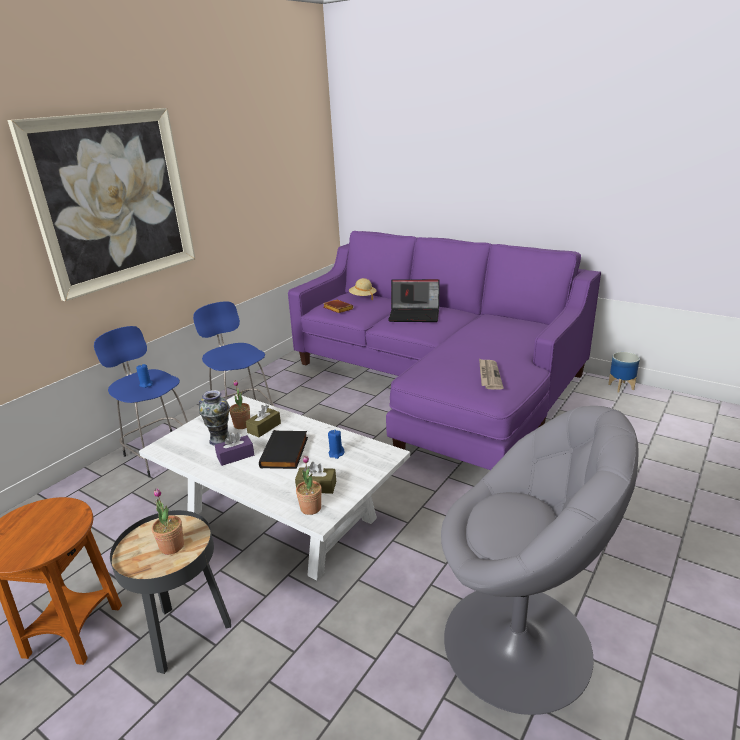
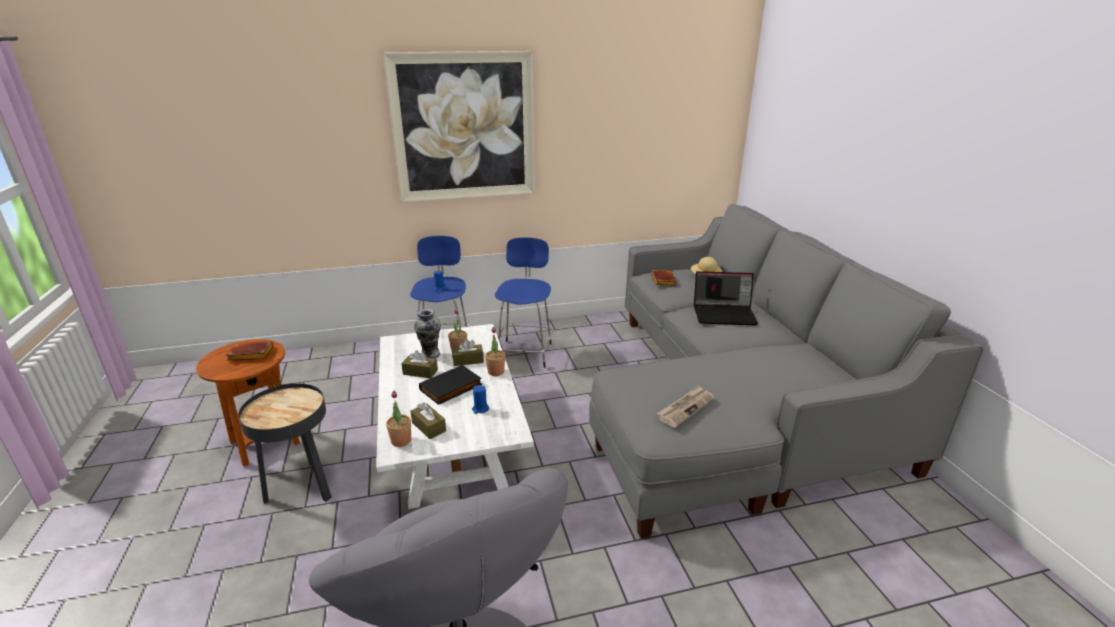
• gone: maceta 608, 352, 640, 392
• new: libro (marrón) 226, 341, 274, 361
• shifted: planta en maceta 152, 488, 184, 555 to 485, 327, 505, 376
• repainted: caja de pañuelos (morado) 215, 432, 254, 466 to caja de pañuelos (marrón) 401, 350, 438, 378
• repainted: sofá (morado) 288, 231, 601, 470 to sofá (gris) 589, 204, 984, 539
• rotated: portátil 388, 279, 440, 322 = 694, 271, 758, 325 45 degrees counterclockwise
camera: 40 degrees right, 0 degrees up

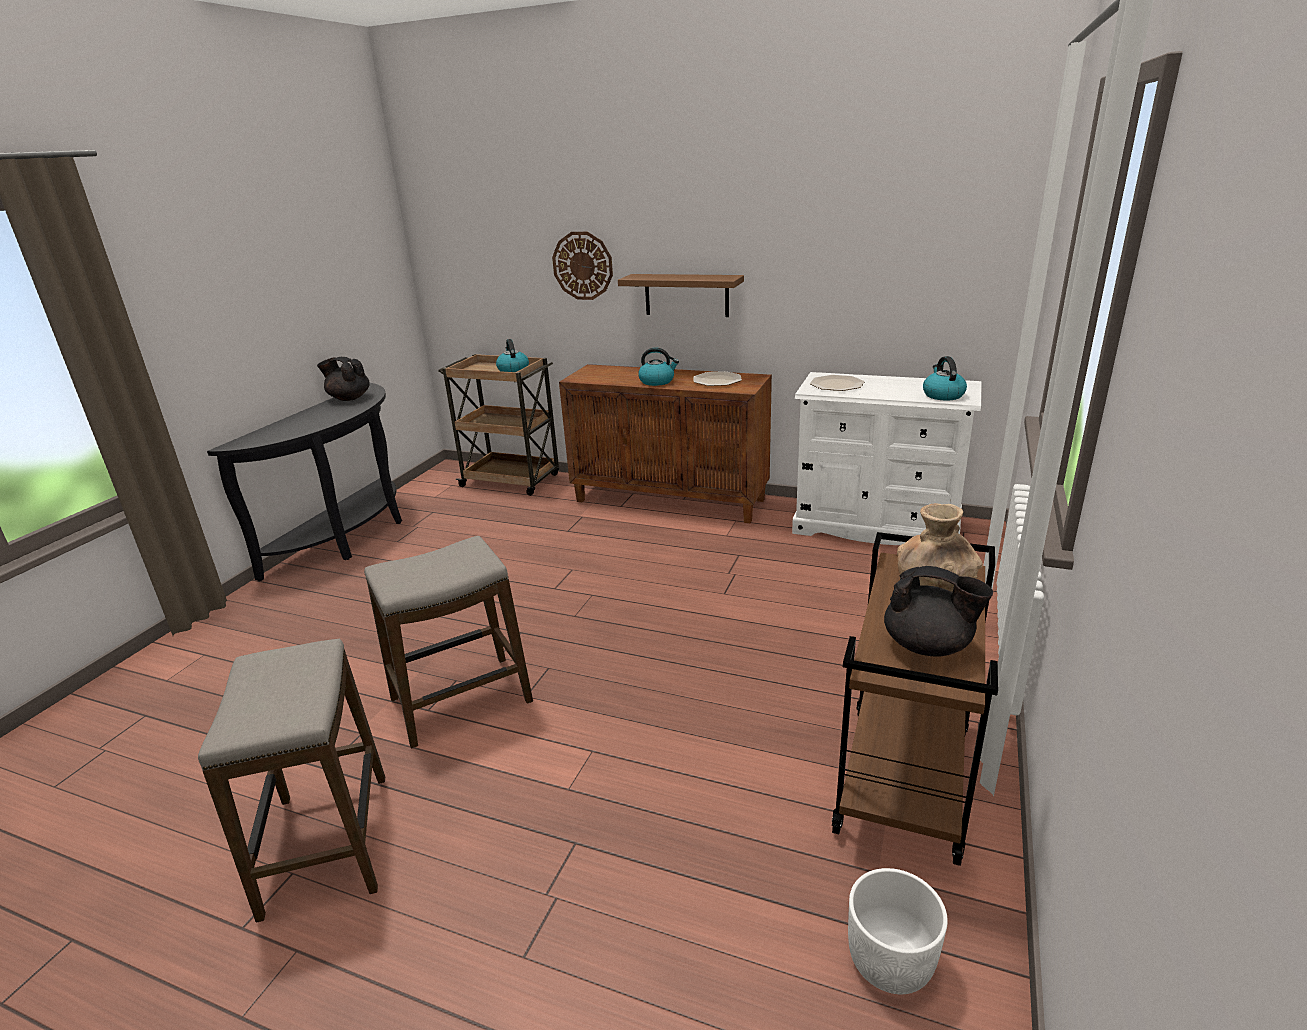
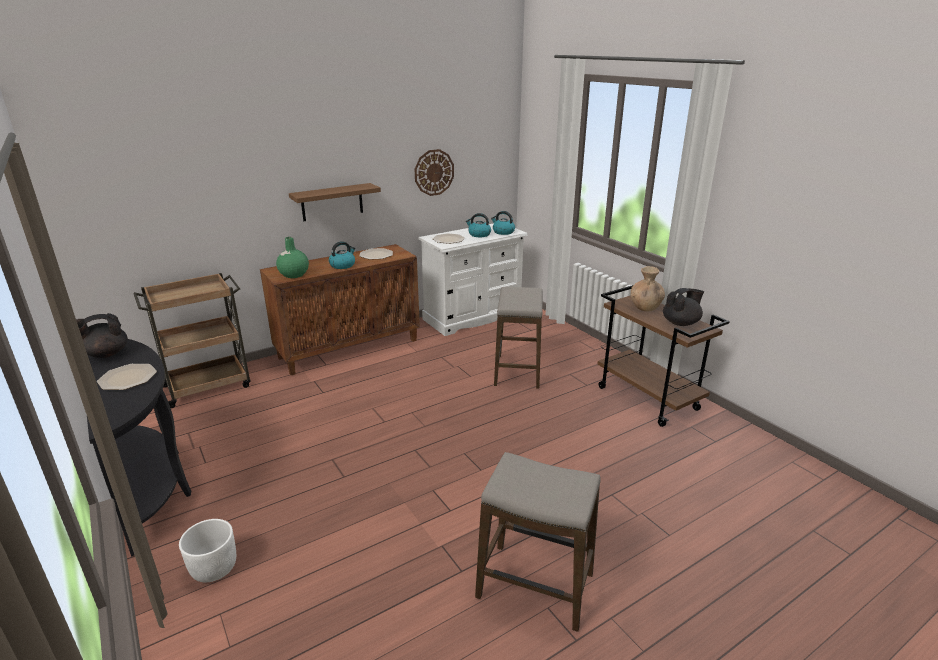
• new: plato 97, 364, 157, 390
• new: florero (verde) 276, 237, 309, 278
• shifted: taburete 364, 536, 533, 748 to 494, 287, 543, 389
• shifted: hervidor 496, 339, 529, 372 to 466, 213, 491, 237
• shifted: reloj de pared 552, 232, 613, 300 to 415, 149, 454, 196
• shifted: maceta (blanco) 848, 868, 948, 994 to 179, 519, 236, 582
camera: 55 degrees left, 0 degrees up

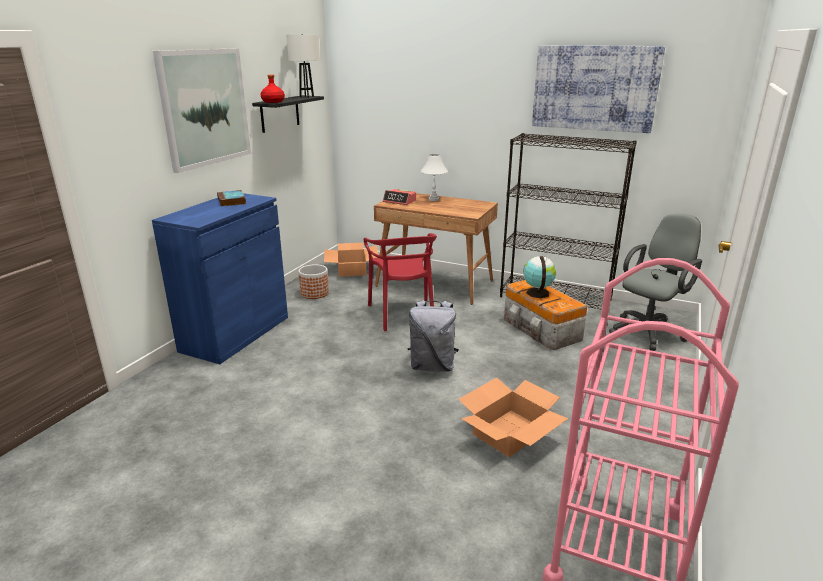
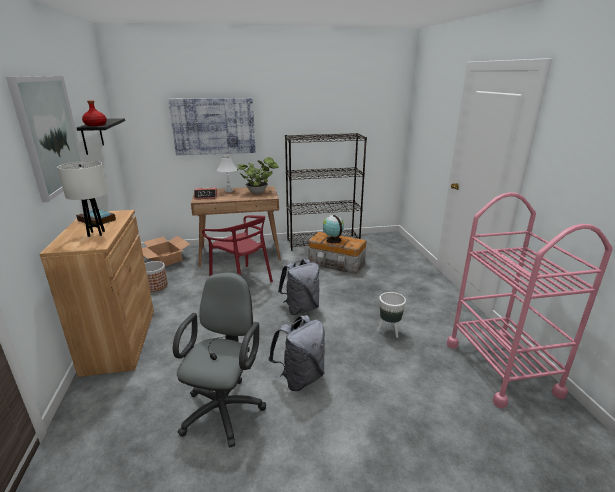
• new: planta en maceta 237, 157, 279, 194
• new: mochila (gris) 269, 315, 325, 391
• shifted: lámpara de mesa (blanco) 286, 34, 320, 98 to 57, 161, 108, 237
• shifted: cuadro 532, 45, 665, 133 to 168, 98, 256, 155
• shifted: silla de oficina (gris) 609, 214, 702, 351 to 173, 272, 266, 448
• swapped: caja de cartón 458, 377, 568, 457 to maceta (blanco) 377, 292, 406, 338
• repainted: armario (azul) 152, 193, 288, 364 to armario (marrón) 40, 210, 154, 377
camera: 35 degrees left, 0 degrees up

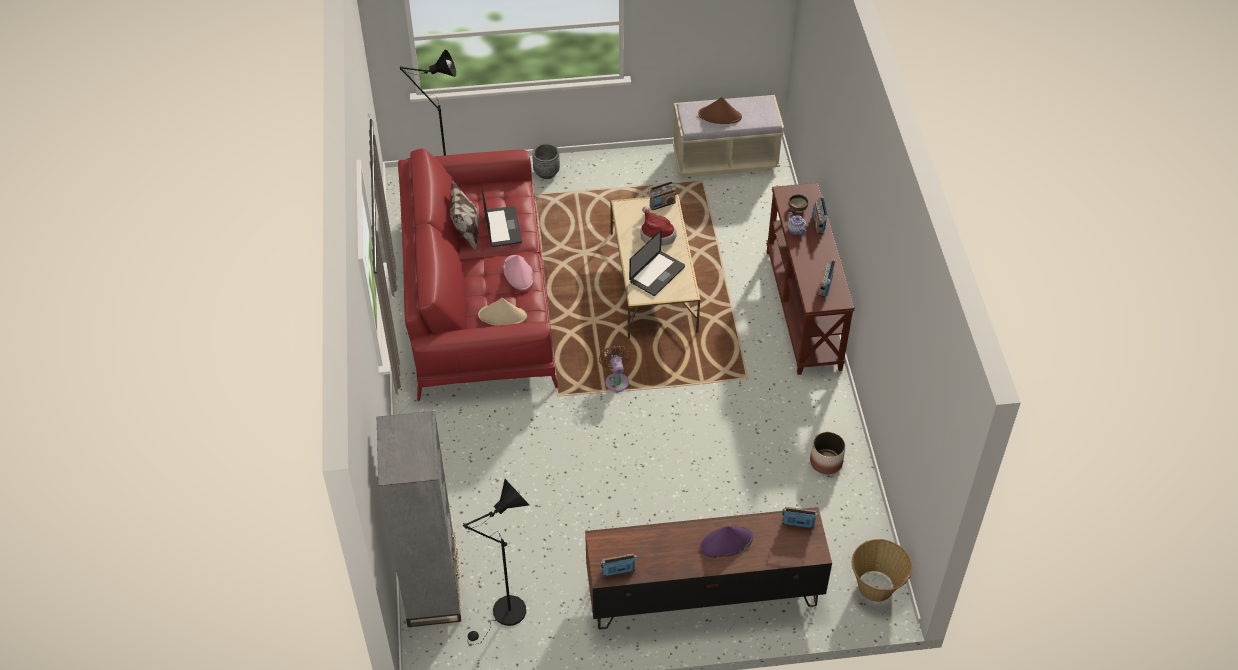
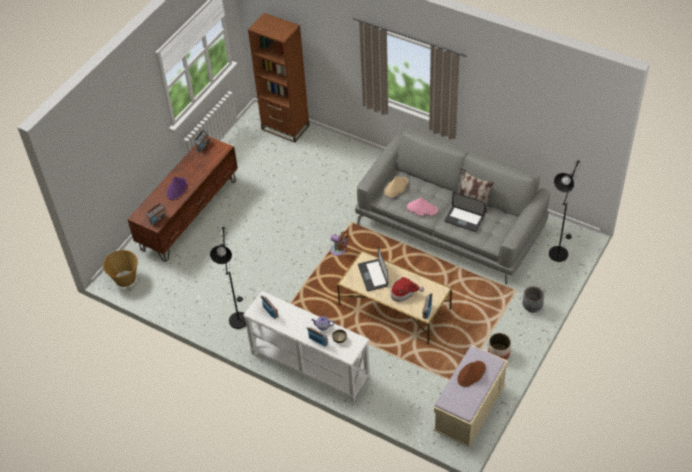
• shifted: lámpara de pie (negro) 463, 479, 529, 645 to 210, 227, 246, 329
• shifted: maceta 810, 431, 846, 474 to 488, 333, 511, 360
• repainted: estantería (gris) 377, 411, 461, 627 to estantería (marrón) 248, 13, 310, 143
• repainted: sofá (rojo) 398, 148, 558, 402 to sofá (gris) 355, 128, 550, 285
• repainted: mesa consola (marrón) 766, 183, 855, 375 to mesa consola (blanco) 243, 291, 371, 402
camera: 130 degrees right, 0 degrees up

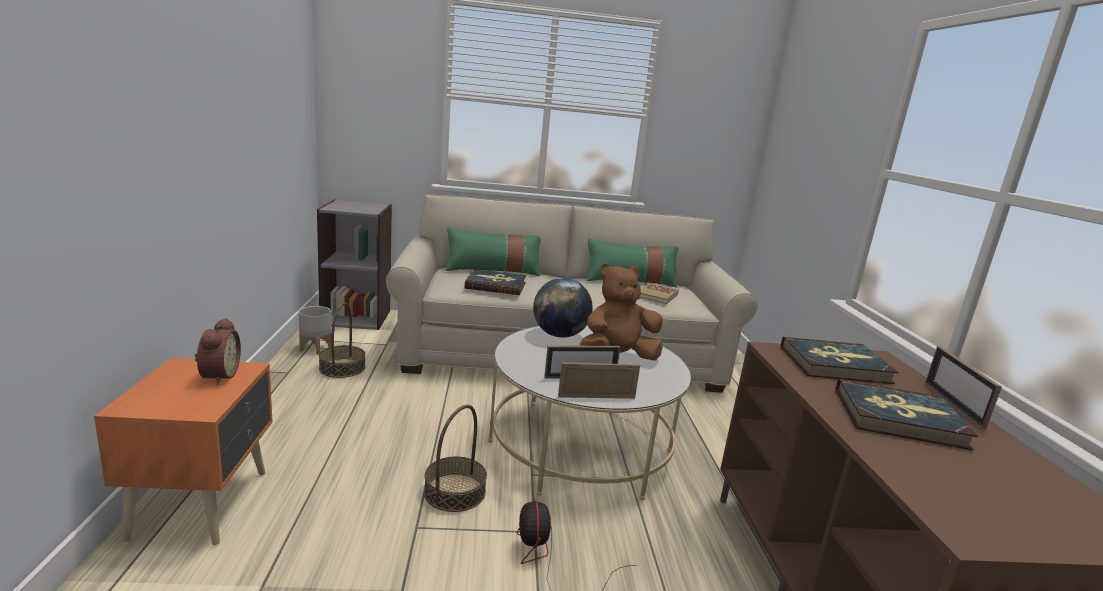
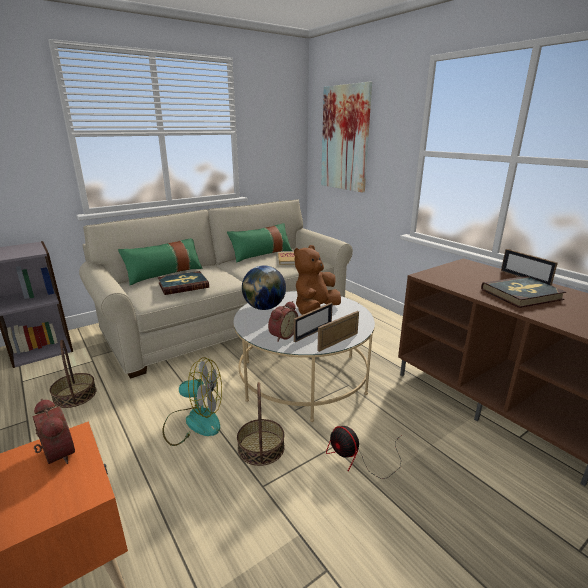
• gone: maceta (gris) 299, 306, 331, 355
• gone: libro 781, 337, 899, 384
• new: ventilador 162, 357, 222, 446
• new: despertador 268, 301, 298, 342
• new: cuadro 321, 82, 372, 193
camera: 30 degrees left, 5 degrees up

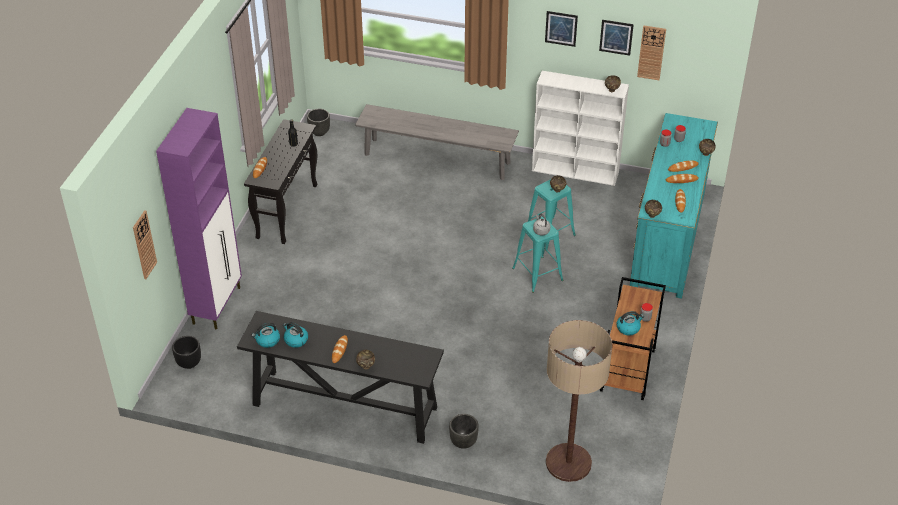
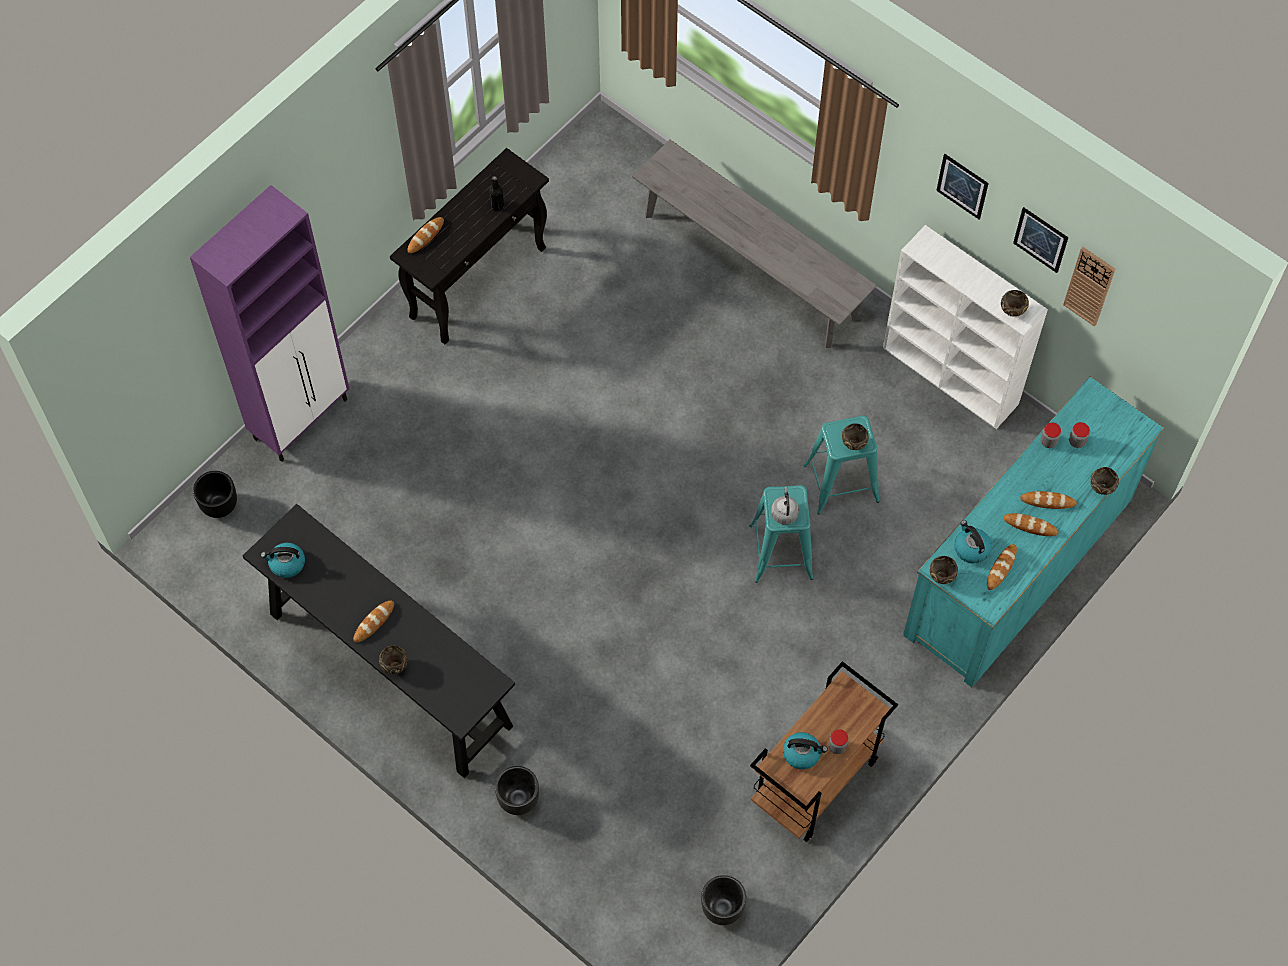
• gone: reloj de pared 133, 210, 157, 279
• gone: lámpara de pie 546, 320, 613, 482
• shifted: hervidor 283, 322, 308, 348 to 954, 520, 992, 563
• shifted: maceta (negro) 307, 109, 330, 136 to 701, 875, 746, 925
camera: 25 degrees right, 20 degrees up

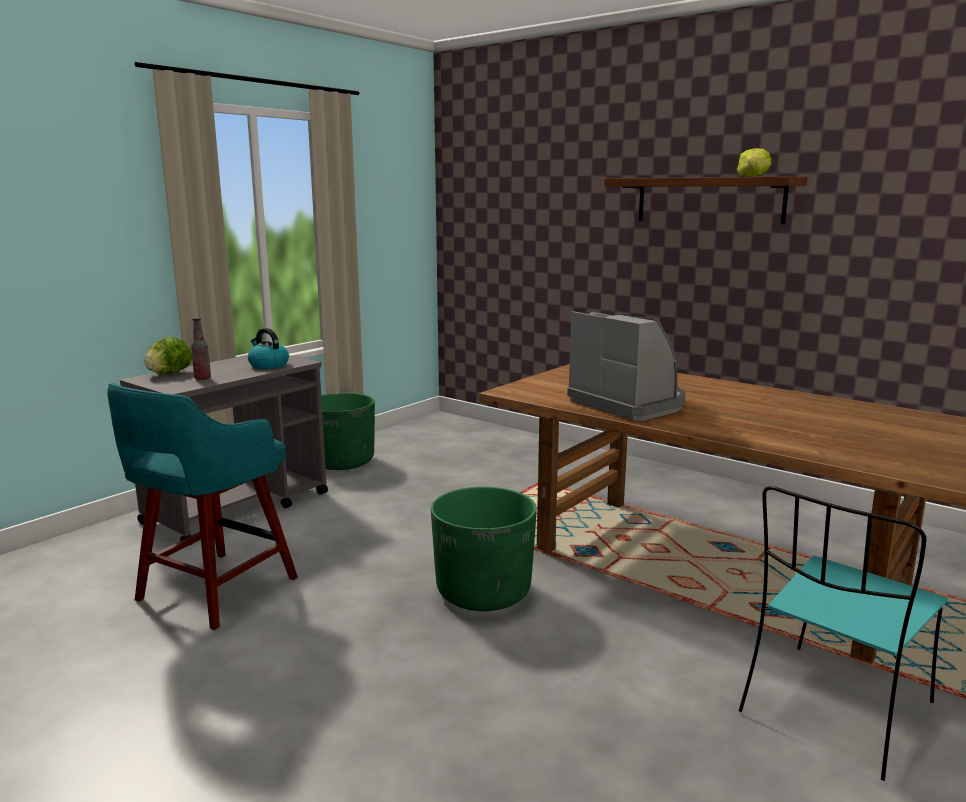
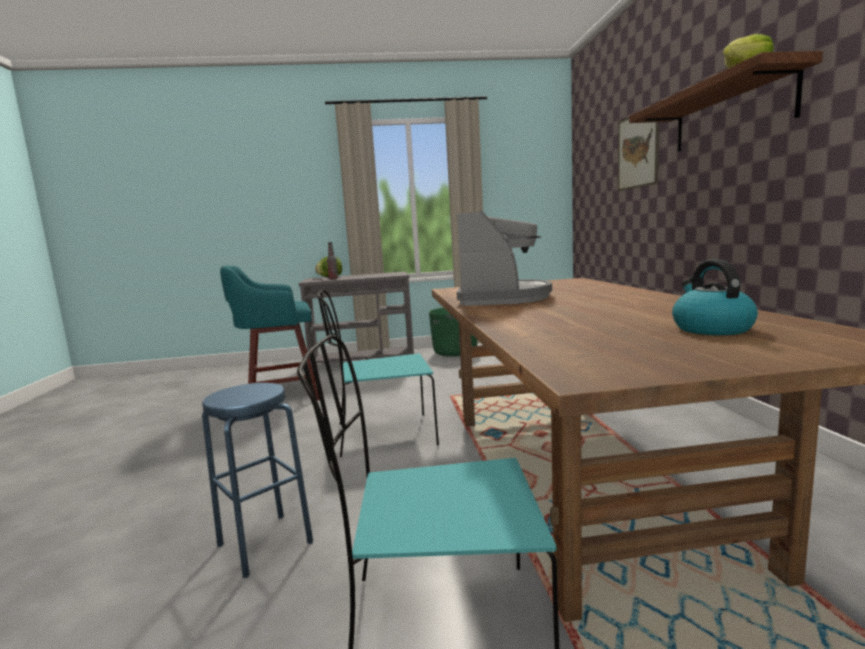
• new: taburete (azul) 202, 383, 313, 578
• new: cuadro 618, 117, 659, 191
• shifted: hervidor 248, 328, 289, 369 to 672, 259, 758, 335
• swapped: maceta (verde) 431, 487, 537, 611 to silla (turquesa) 317, 290, 439, 457
camera: 45 degrees right, 5 degrees down

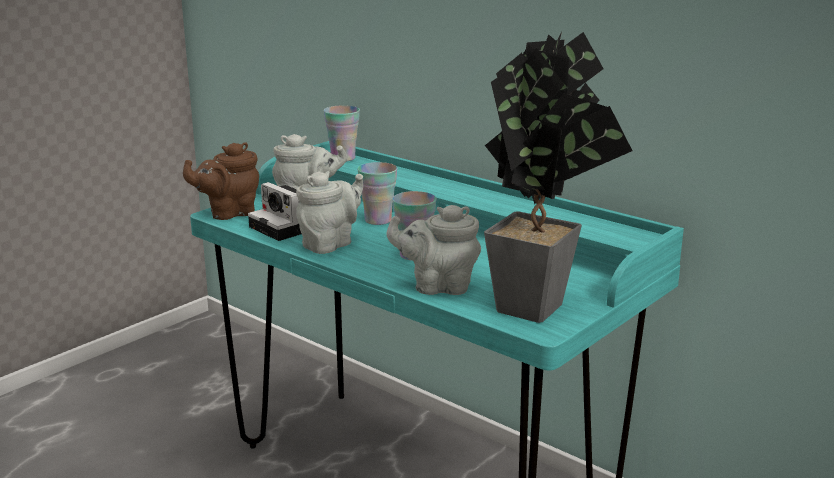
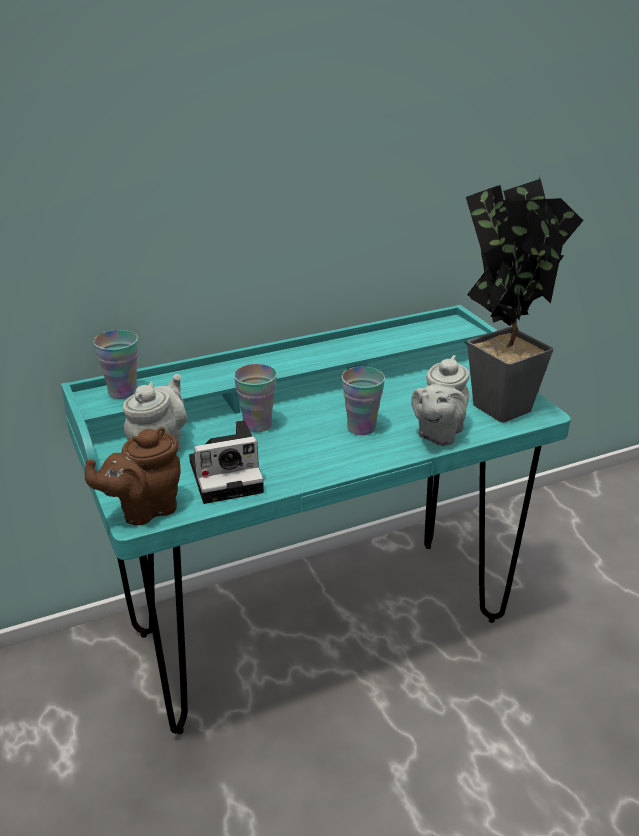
• gone: tetera (gris) 296, 171, 363, 254
• rotated: tetera (marrón) 183, 142, 259, 220 = 85, 427, 181, 525 60 degrees clockwise
camera: 65 degrees left, 10 degrees up

